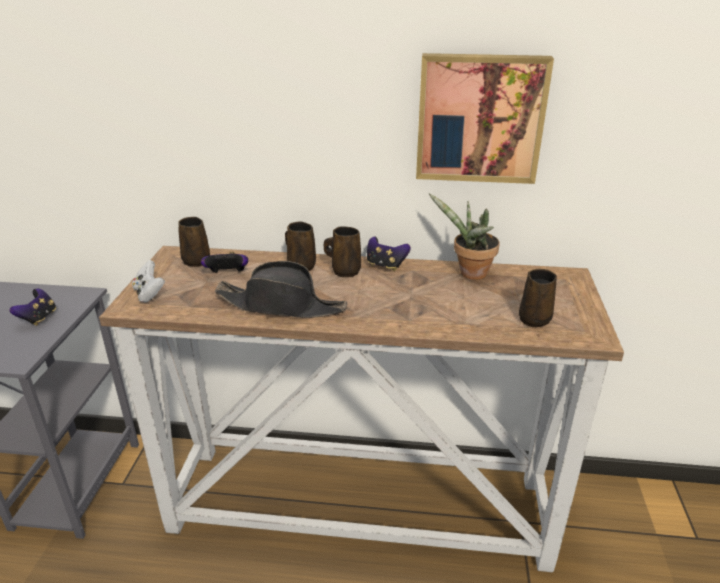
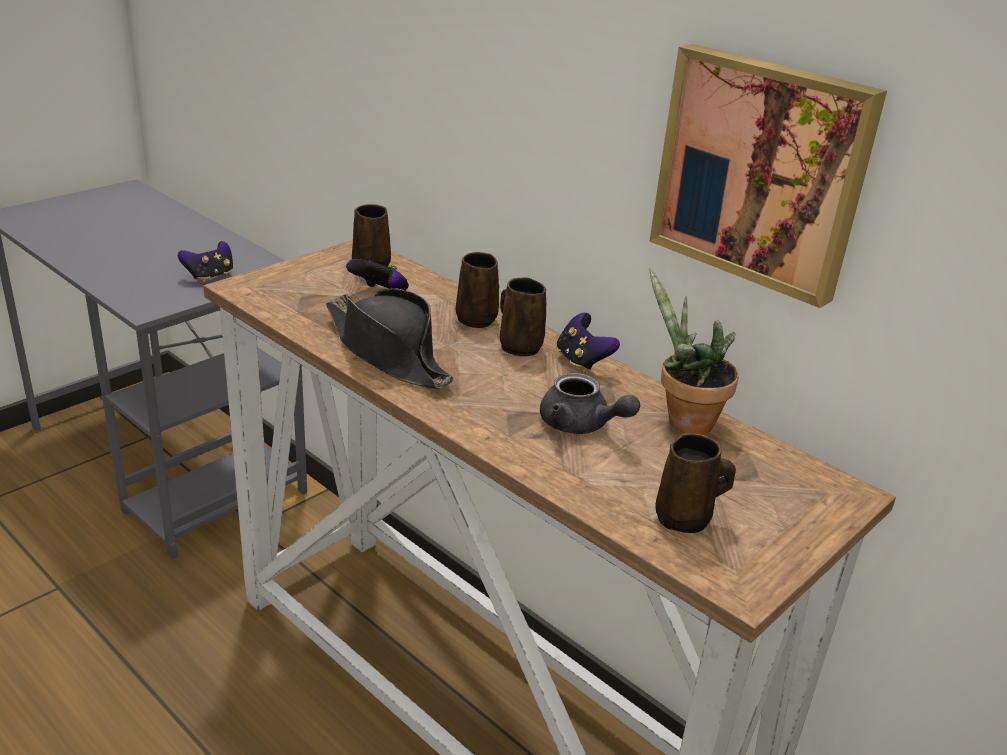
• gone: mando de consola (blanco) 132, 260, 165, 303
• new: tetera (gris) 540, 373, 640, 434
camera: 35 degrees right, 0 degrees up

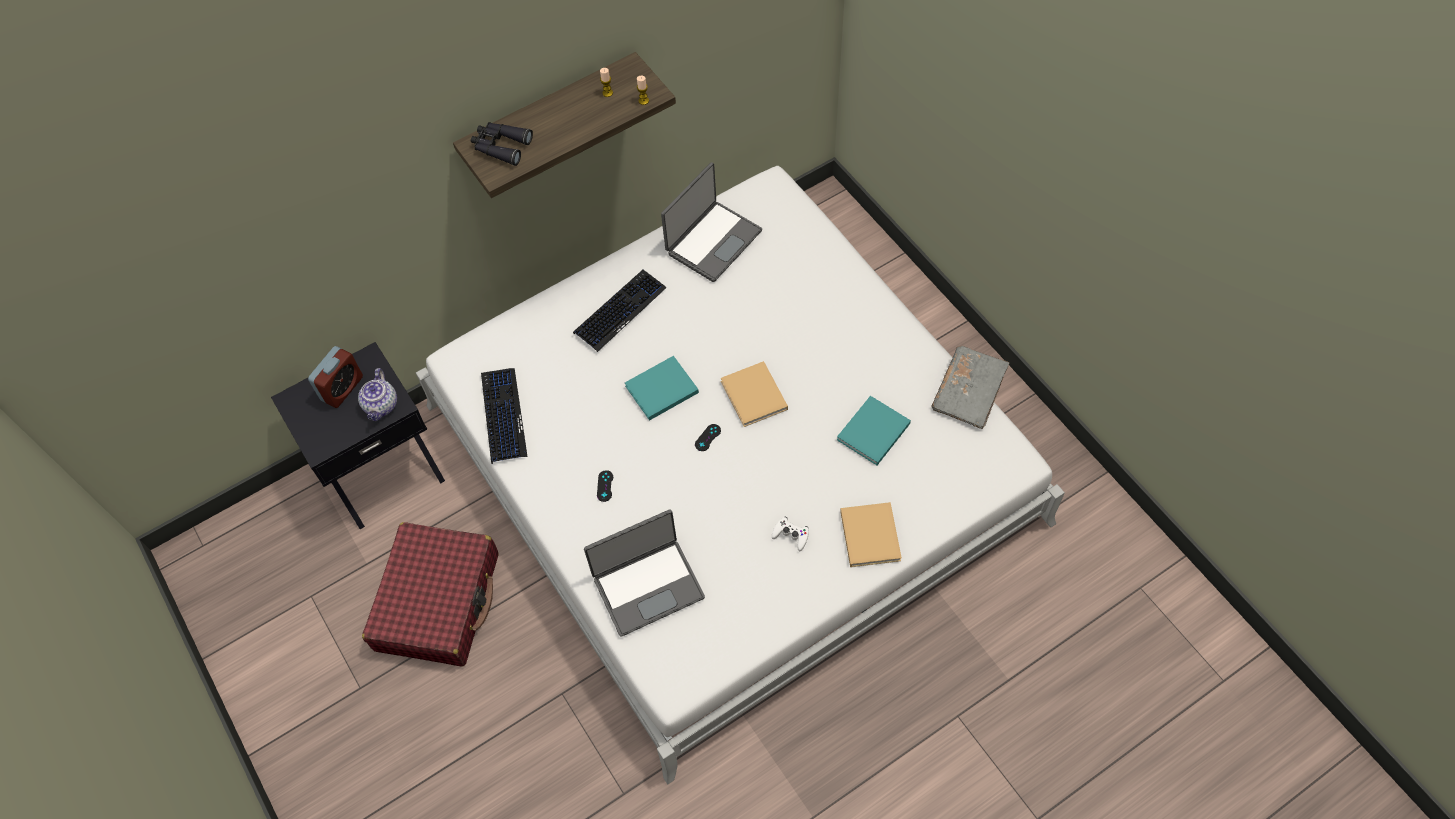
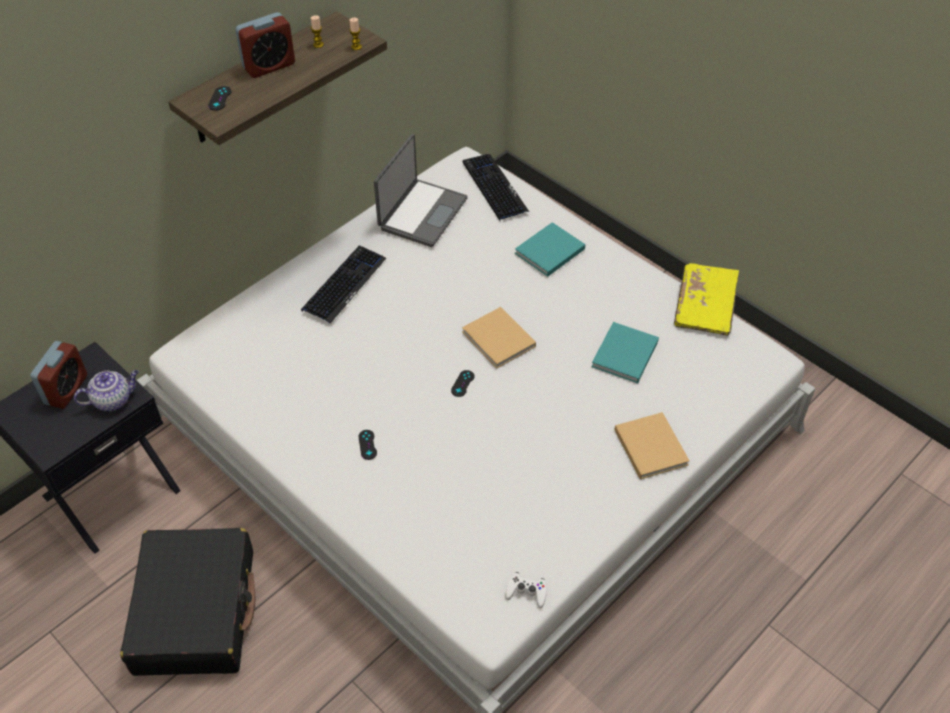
• gone: portátil 584, 509, 705, 636
• new: despertador 235, 12, 295, 78
• shifted: teclado 481, 368, 528, 464 to 463, 154, 529, 221
• shifted: libro (turquesa) 625, 356, 699, 421 to 515, 222, 586, 277
• shifted: mando de consola (blanco) 772, 517, 809, 551 to 505, 572, 547, 608
• swapped: prismáticos (negro) 471, 122, 533, 166 to mando de consola (negro) 208, 86, 231, 111
• repainted: maleta (rojo) 362, 522, 498, 667 to maleta (negro) 120, 528, 256, 676
• repainted: libro (gris) 931, 346, 1010, 429 to libro (amarillo) 674, 263, 739, 335
• rotated: tetera 358, 368, 397, 421 = 74, 370, 139, 411 105 degrees counterclockwise
camera: 15 degrees left, 10 degrees down

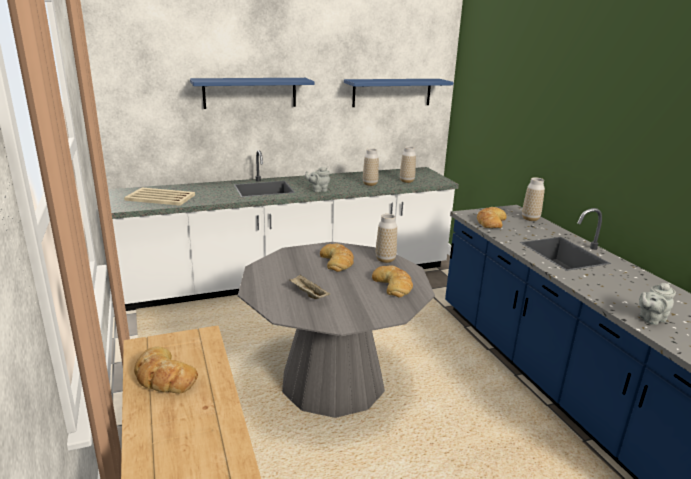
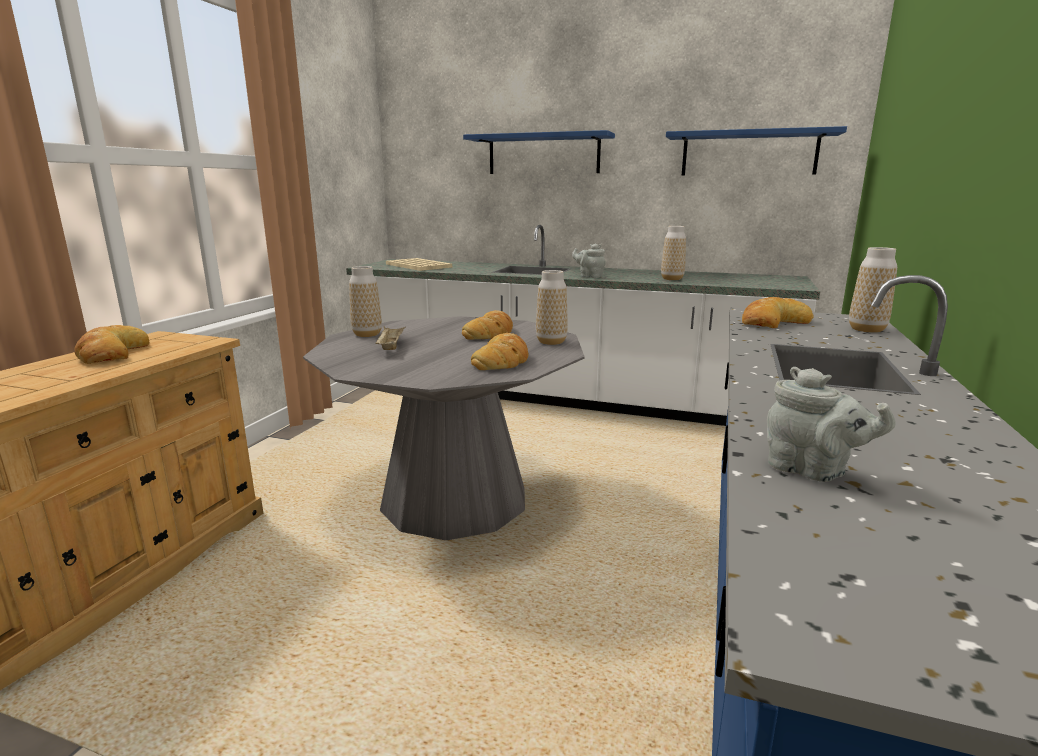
• shifted: florero 400, 146, 416, 183 to 349, 266, 382, 337
• rotated: tetera (gris) 639, 283, 676, 325 = 767, 367, 896, 482 150 degrees counterclockwise
camera: 40 degrees right, 5 degrees down

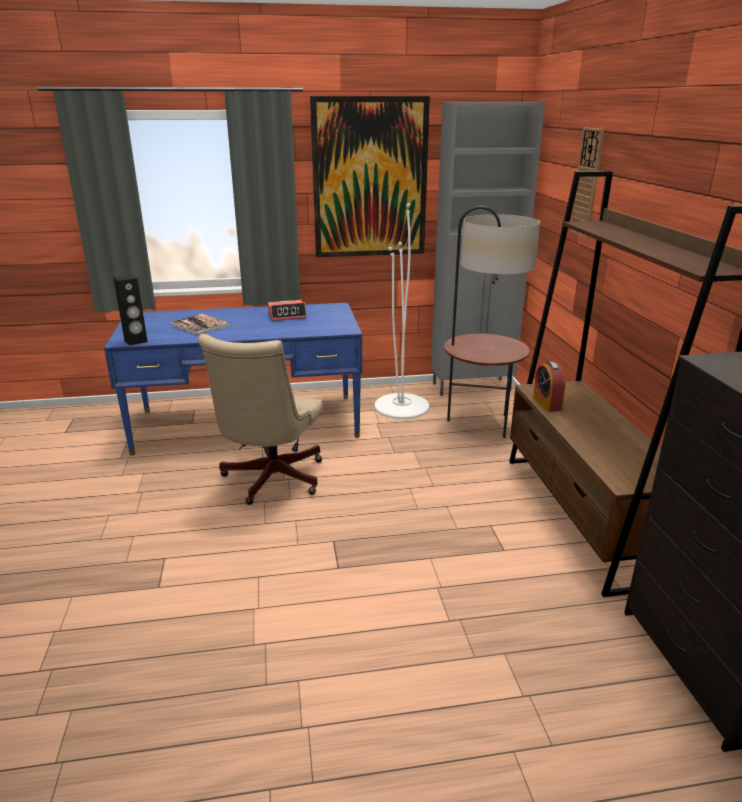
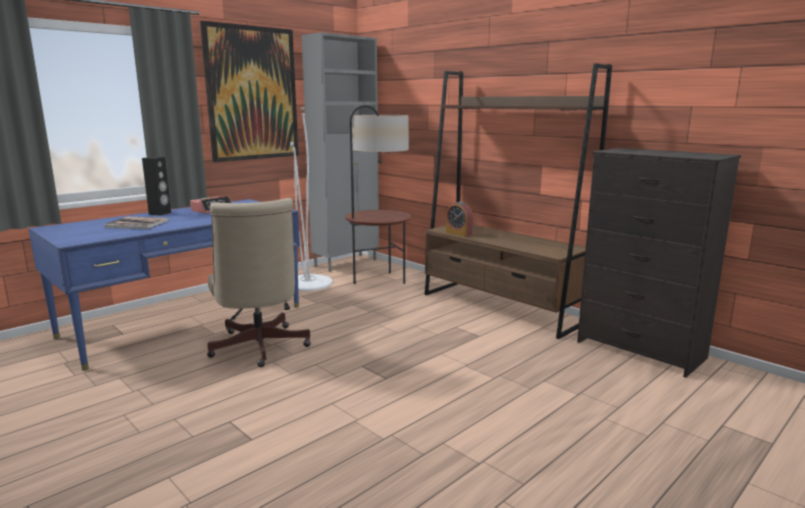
• gone: reloj de pared 570, 128, 604, 238
• shifted: altavoz (negro) 113, 275, 148, 346 to 142, 157, 171, 216
camera: 35 degrees left, 10 degrees down

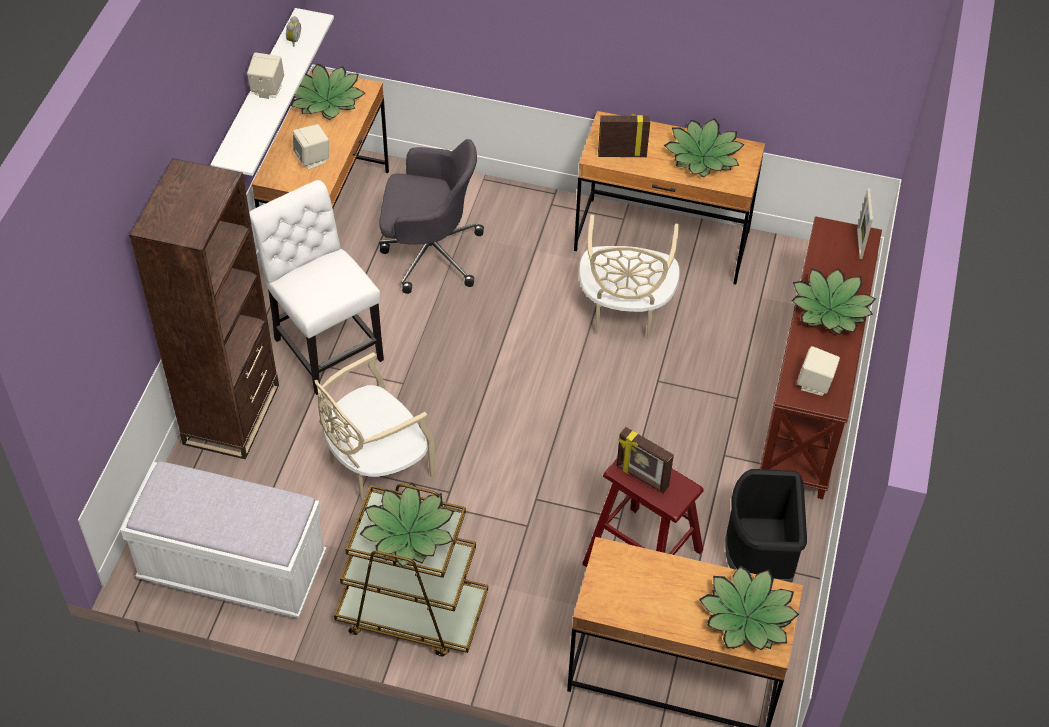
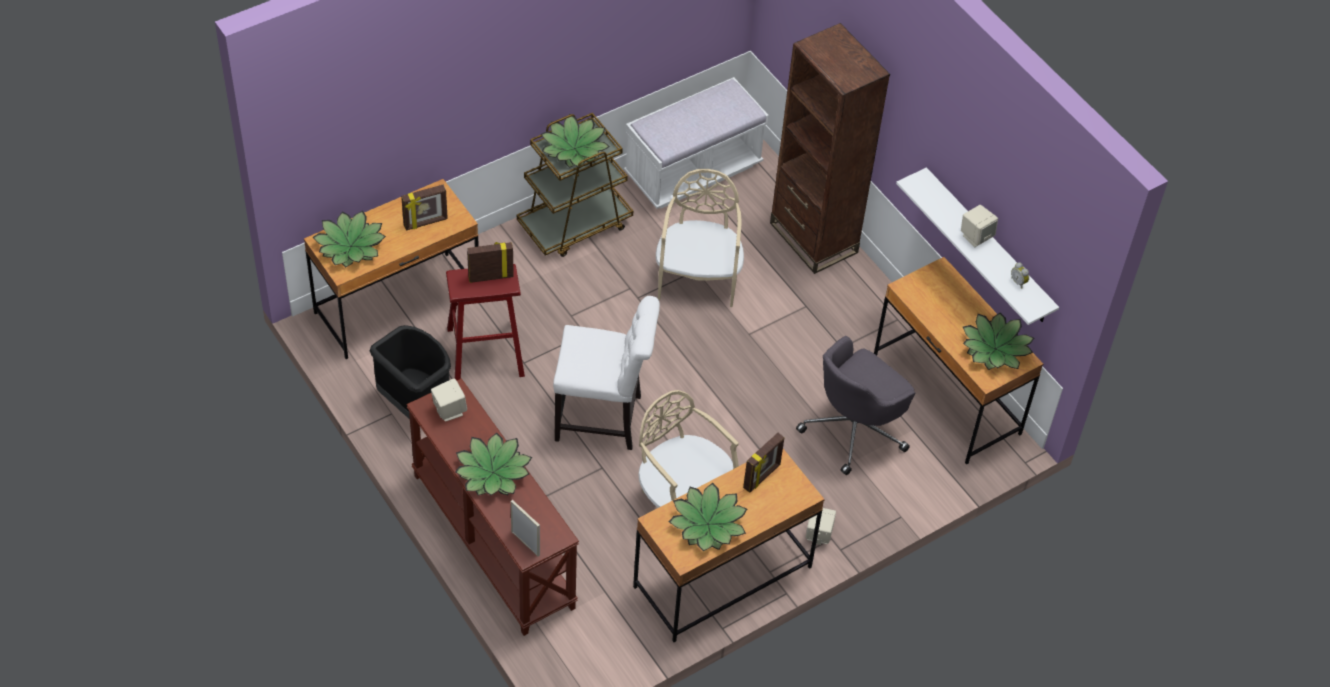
• new: portarretratos 401, 185, 448, 231
• shifted: silla (blanco) 249, 180, 384, 395 to 553, 296, 660, 450
• shifted: altavoz (beis) 293, 124, 329, 170 to 806, 508, 836, 545
camera: 130 degrees right, 0 degrees up

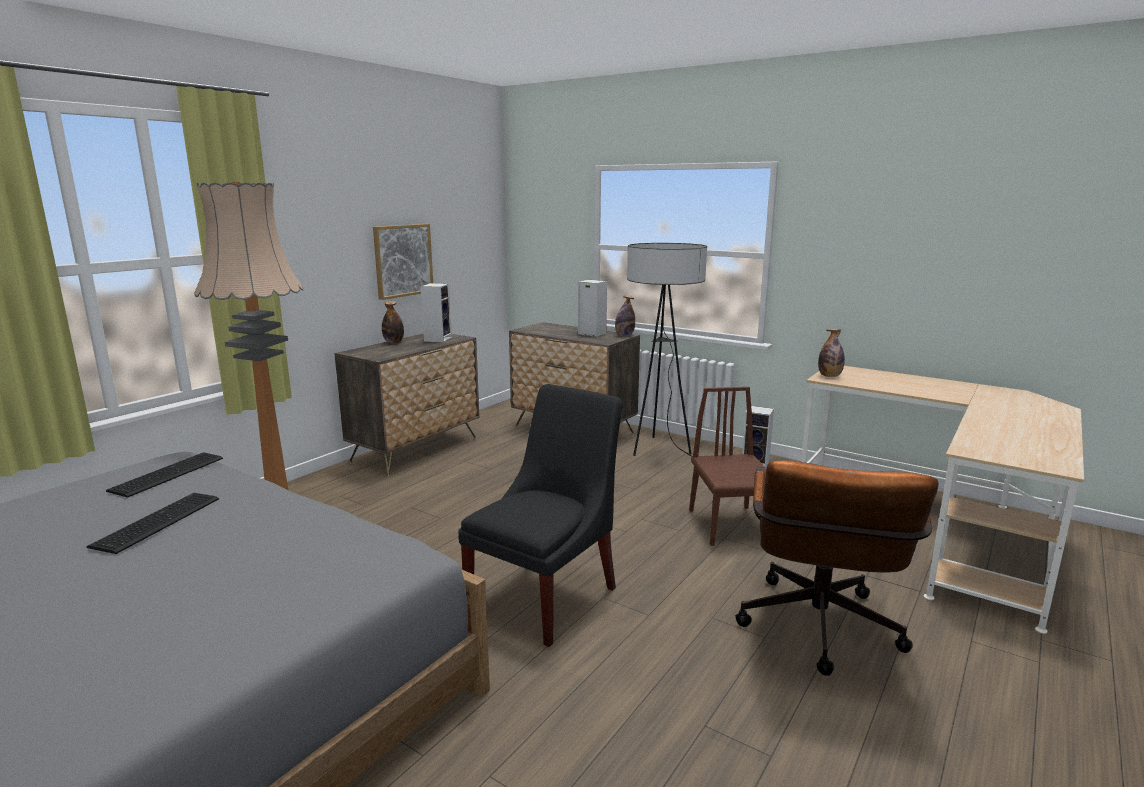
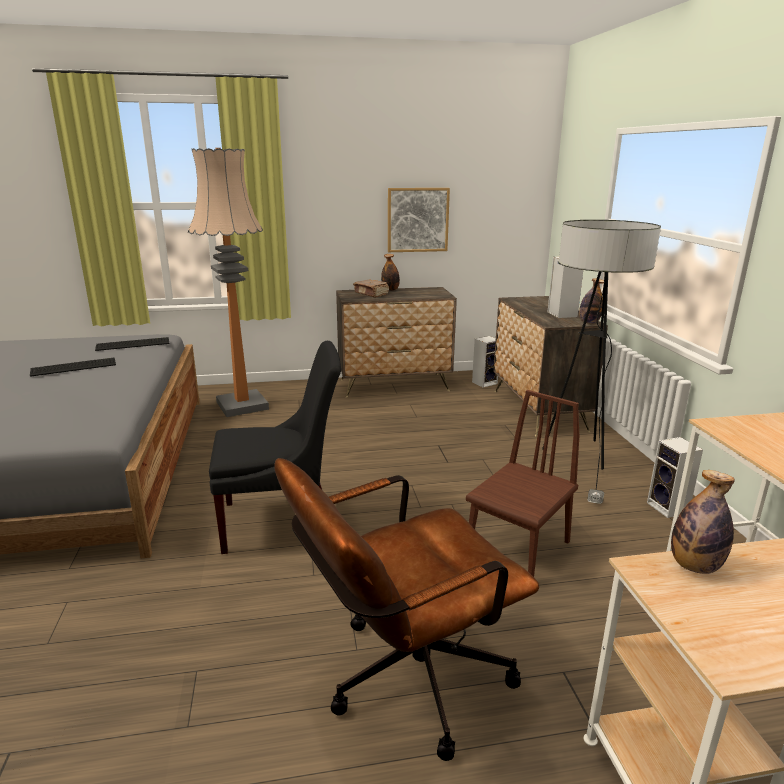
• new: libro (marrón) 353, 280, 389, 298
• shifted: altavoz 421, 283, 452, 342 to 472, 336, 498, 388
• shifted: botella 818, 329, 845, 377 to 671, 470, 735, 574
camera: 45 degrees right, 5 degrees up

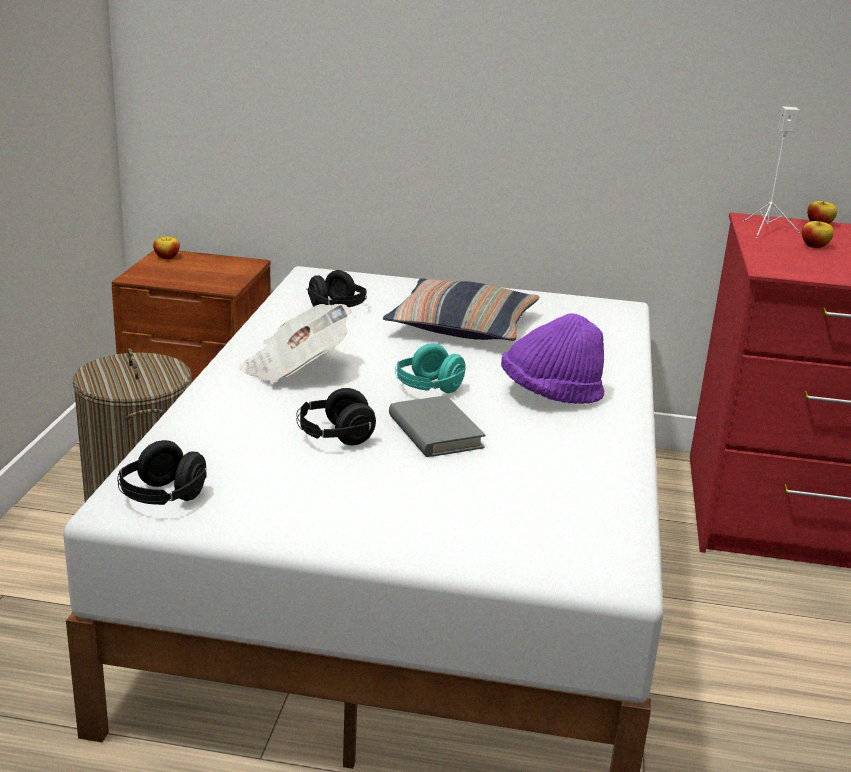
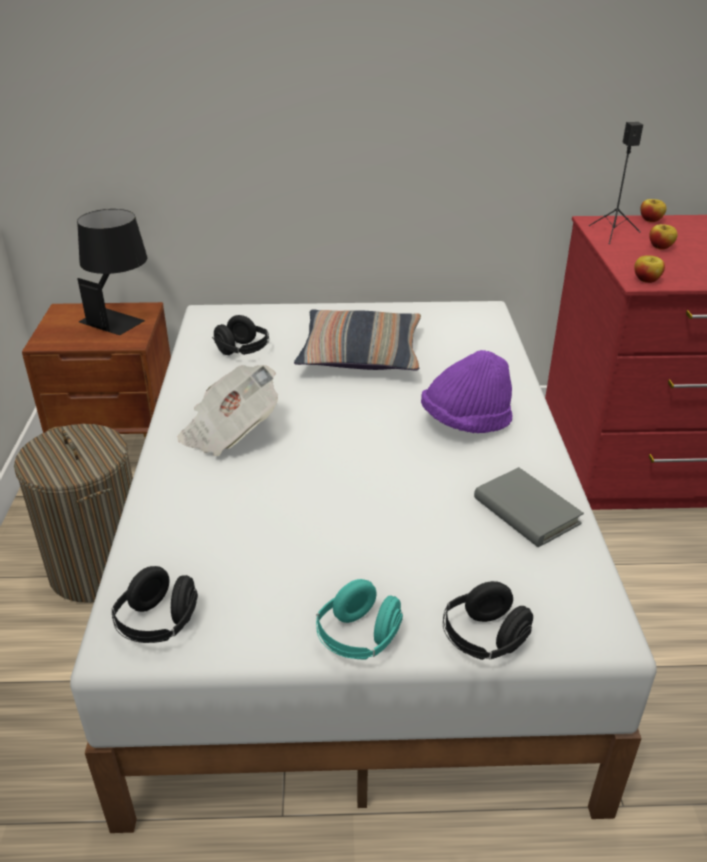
• new: lámpara de mesa (negro) 77, 209, 148, 335
• shifted: manzana 153, 236, 180, 259 to 634, 255, 665, 283
• shifted: auriculares (negro) 296, 388, 376, 445 to 443, 581, 533, 660
• shifted: libro (gris) 389, 395, 486, 457 to 474, 467, 584, 547
• shifted: auriculares (turquesa) 395, 343, 465, 393 to 316, 579, 403, 660
• repainted: altavoz (blanco) 743, 106, 800, 238 to altavoz (negro) 589, 122, 643, 244
camera: 10 degrees left, 10 degrees up

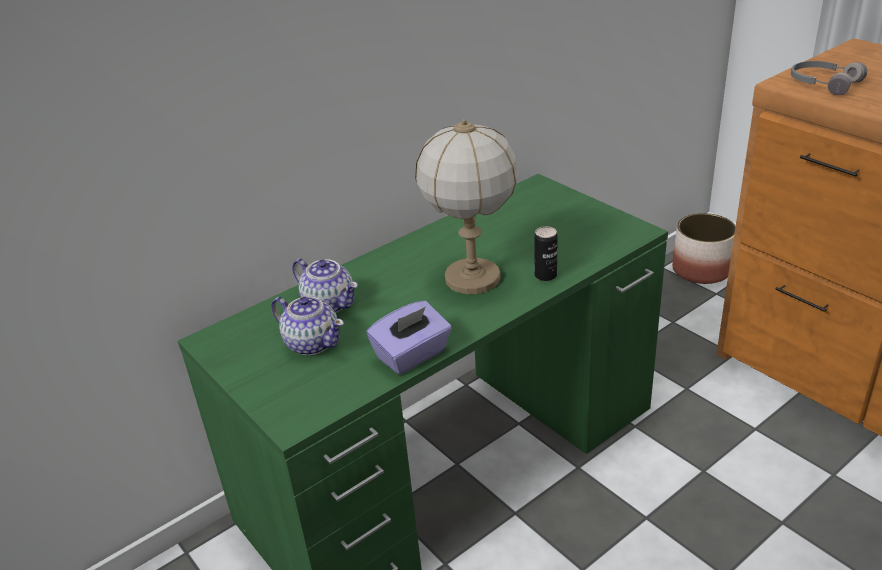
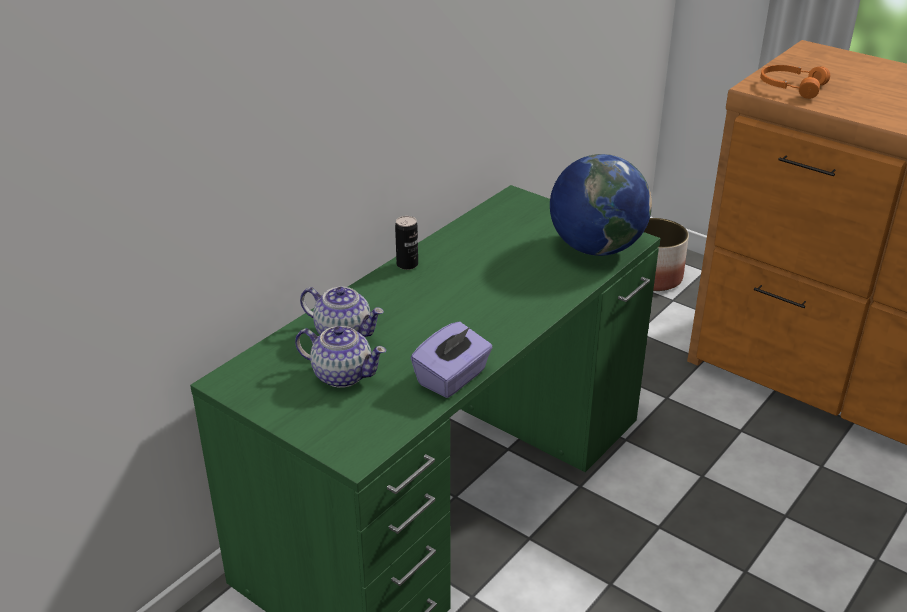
• gone: lámpara de mesa 415, 119, 518, 294
• new: globo terráqueo 550, 154, 652, 256
• shifted: lata 534, 226, 558, 281 to 395, 216, 418, 270
• repainted: auriculares (gris) 791, 61, 867, 95 to auriculares (naranja) 760, 65, 830, 99
camera: 15 degrees left, 0 degrees up

